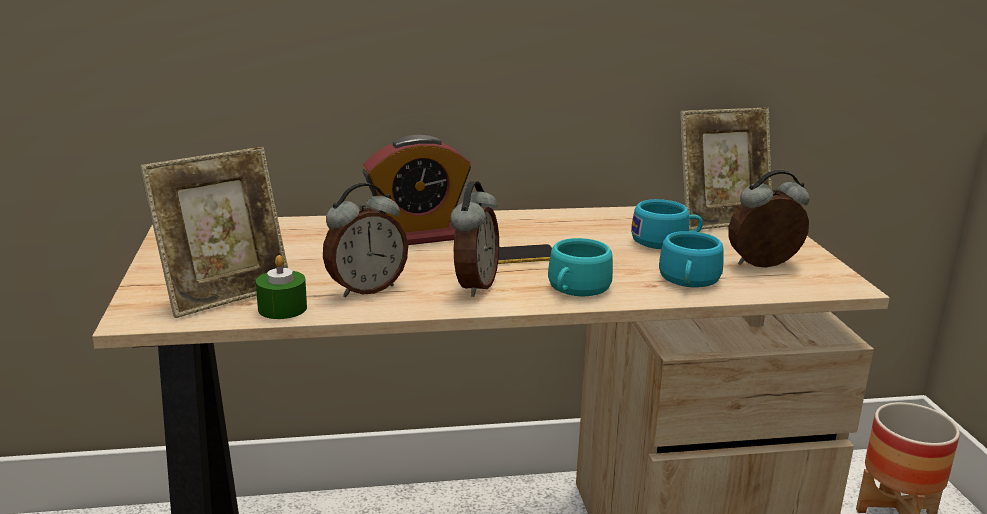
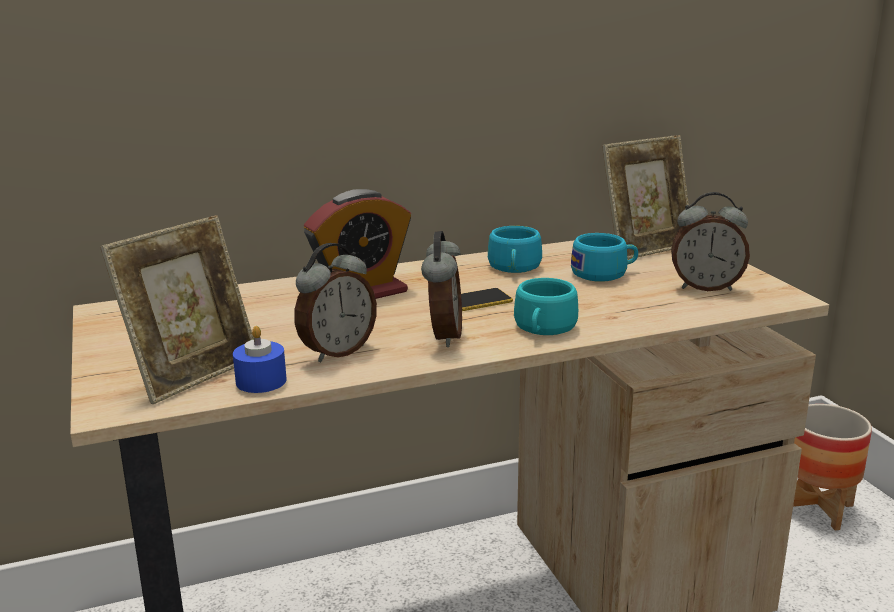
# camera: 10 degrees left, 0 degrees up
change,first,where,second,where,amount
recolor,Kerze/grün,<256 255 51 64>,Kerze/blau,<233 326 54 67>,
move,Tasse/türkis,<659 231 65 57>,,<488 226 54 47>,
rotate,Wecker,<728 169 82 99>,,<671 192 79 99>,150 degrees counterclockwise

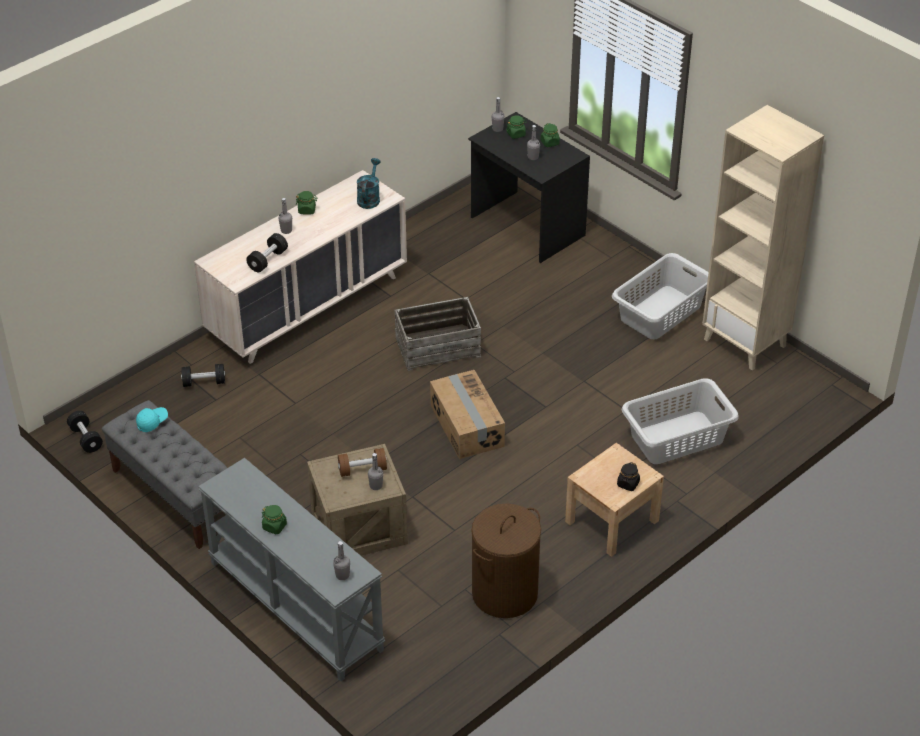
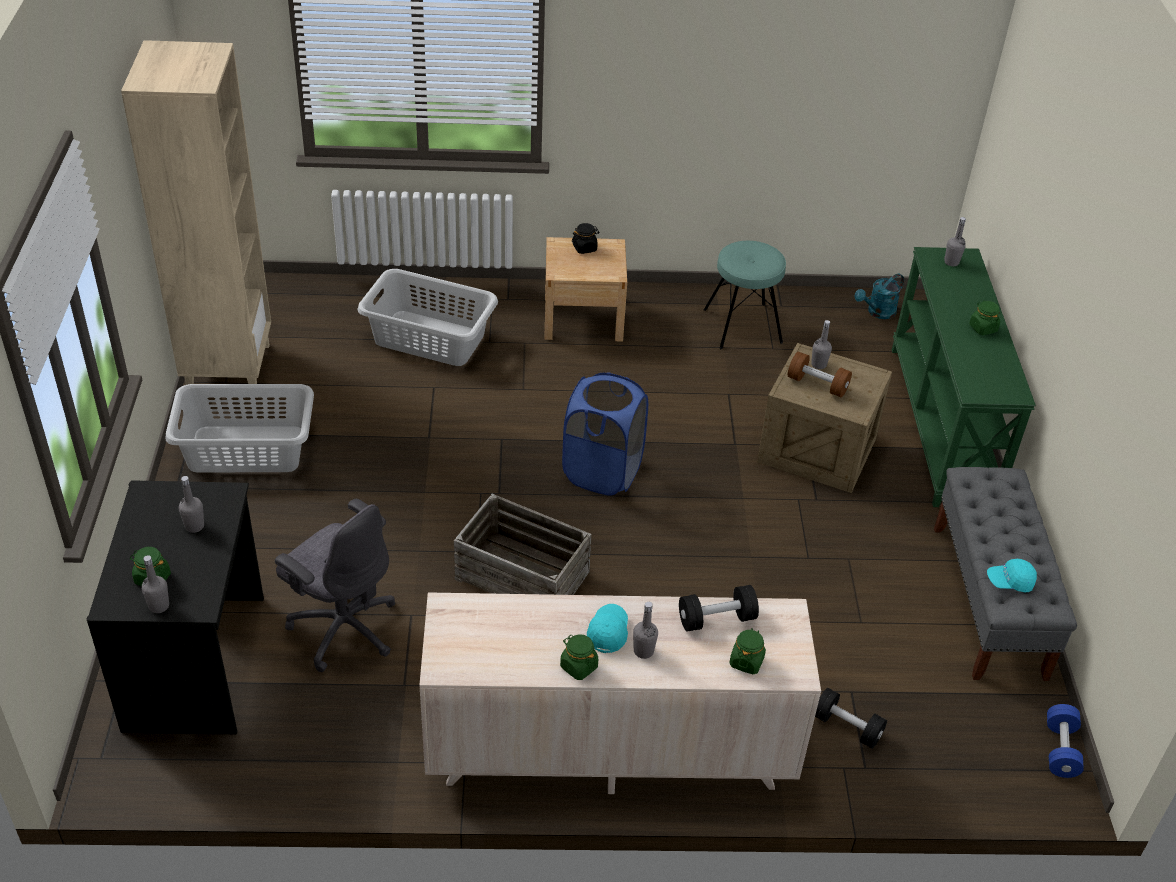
# camera: 140 degrees left, 0 degrees up
change,first,where,second,where,amount
recolor,Hantel/schwarz,<67 411 36 42>,Hantel/blau,<1047 704 37 74>,
recolor,Konsolentisch/grau,<198 458 187 223>,Konsolentisch/grün,<892 247 144 260>,
move,Gießkanne/türkis,<357 158 24 51>,,<855 274 49 45>,
replace,Karton,<430 370 75 89>,Wäschekorb/blau,<562 372 86 124>,
replace,Wäschekorb/braun,<471 504 70 114>,Hocker/türkis,<703 241 83 108>,
move,Vorratsglas/grün,<541 123 19 24>,,<729 628 37 46>,
insert,,,Bürostuhl/grau,<275 499 120 173>,
insert,,,Kappe/türkis,<587 604 41 49>,

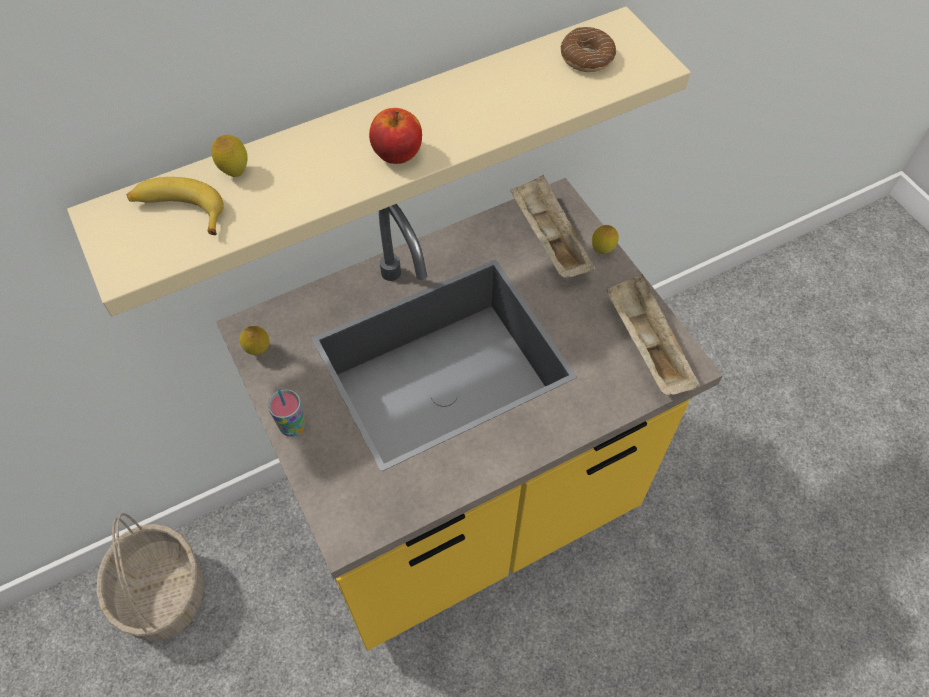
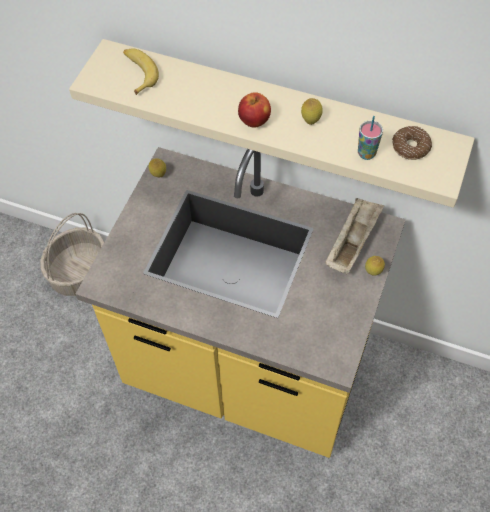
# camera: 50 degrees right, 0 degrees up
change,first,where,second,where,amount
move,Zitrone,<211 135 37 42>,,<301 98 22 27>,
move,Tasse,<268 389 37 48>,,<358 116 25 44>,
delete,Tablett/beige,<606 274 94 121>,,,

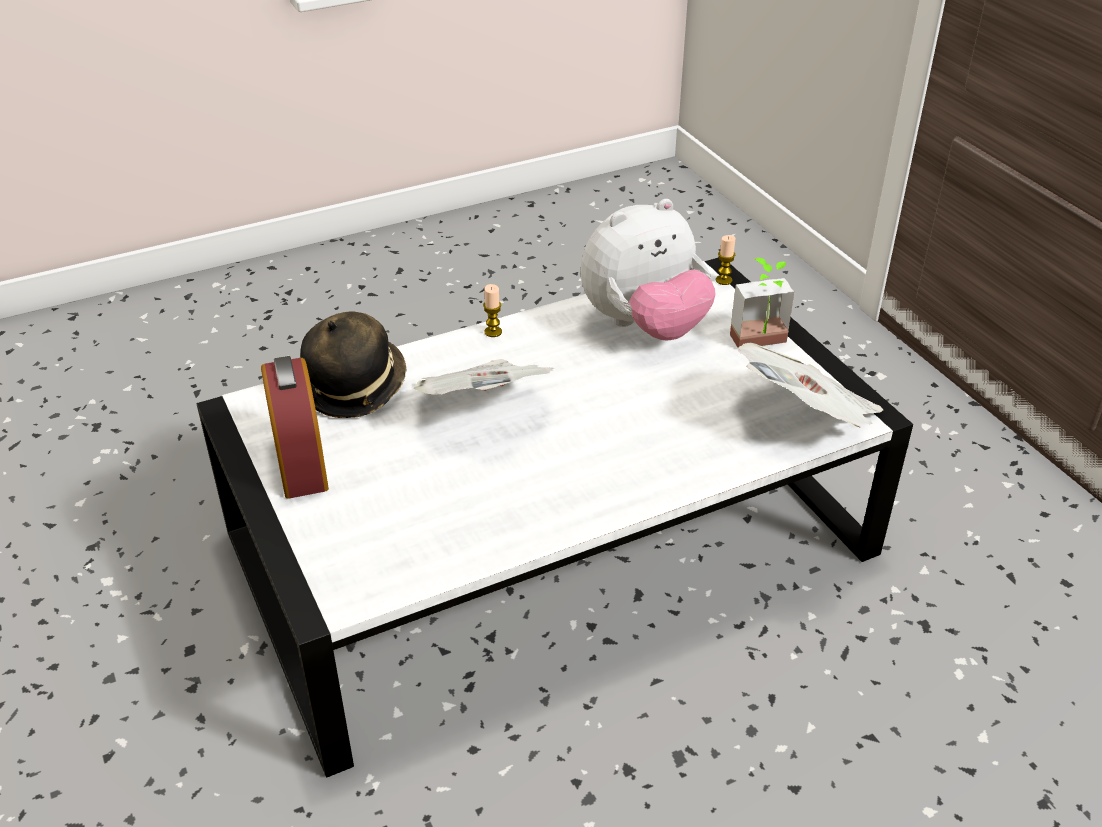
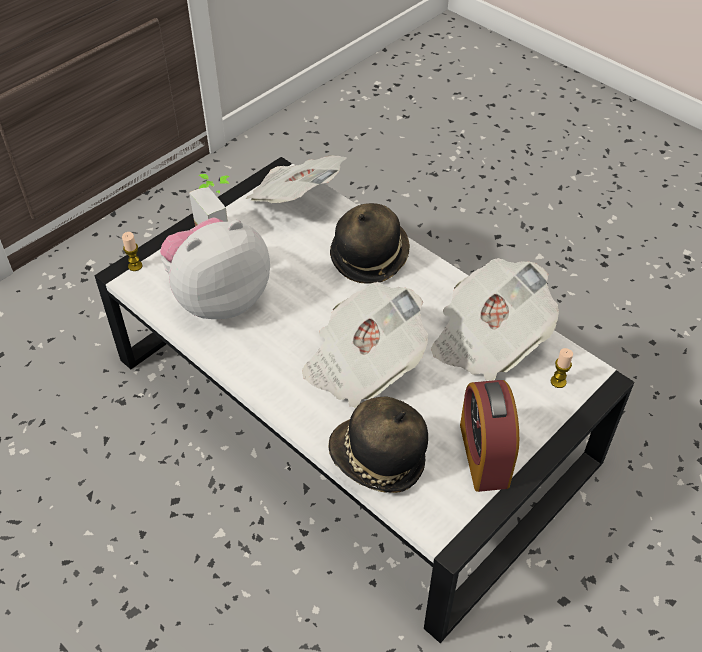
# camera: 110 degrees left, 10 degrees up
change,first,where,second,where,amount
rotate,Wecker,<261 356 68 142>,,<460 380 59 112>,60 degrees counterclockwise
move,Kerze,<483 284 19 53>,,<551 348 22 40>,
rotate,Plüschtier,<581 199 134 142>,,<160 217 110 102>,75 degrees counterclockwise
insert,,,Hut,<330 203 80 81>,
insert,,,Zeitung,<431 258 128 123>,

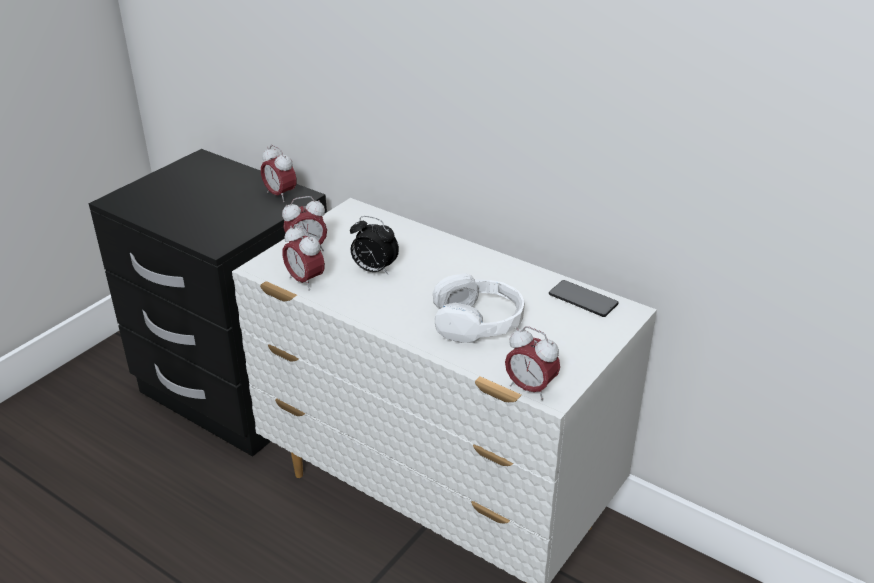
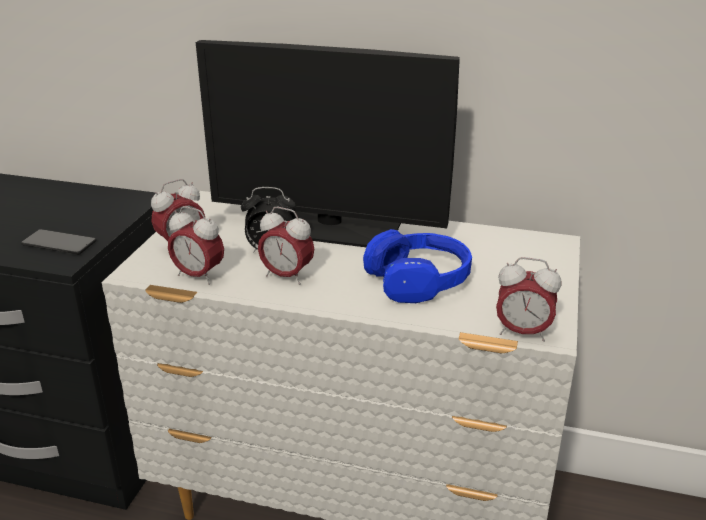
# camera: 20 degrees left, 5 degrees down
change,first,where,second,where,amount
move,Wecker,<261 145 36 57>,,<258 207 56 78>,
recolor,Kopfhörer/weiß,<433 273 92 70>,Kopfhörer/blau,<363 229 109 74>,
move,Handy,<549 280 70 37>,,<21 229 75 26>,
insert,,,Monitor,<196 40 264 207>,

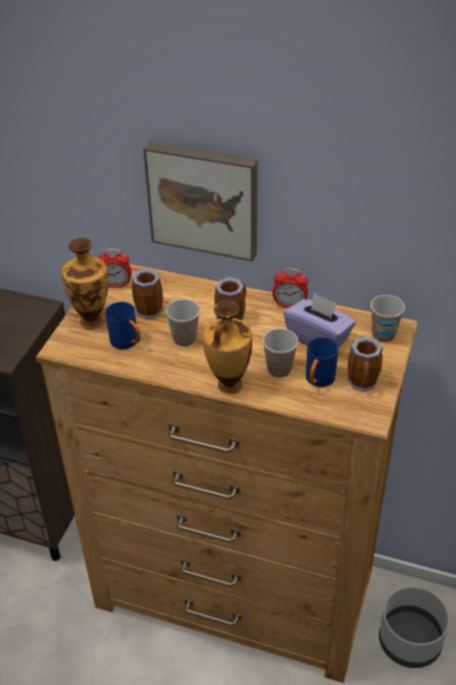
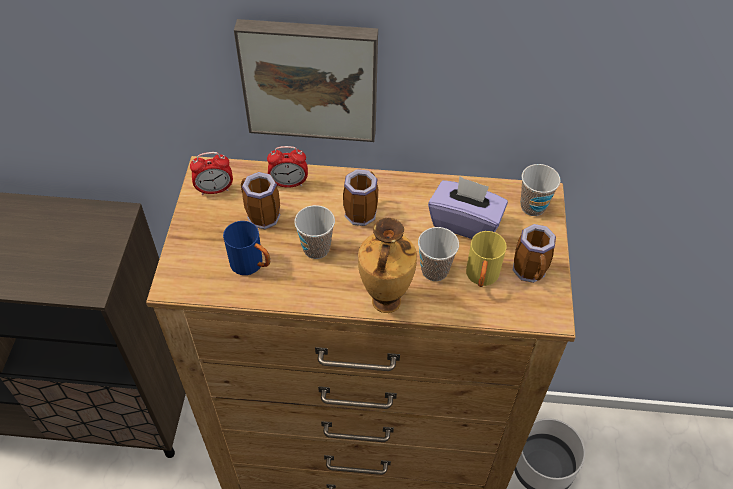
# camera: 15 degrees left, 10 degrees up
change,first,where,second,where,amount
delete,Vase,<62 238 46 92>,,,
move,Wecker,<273 268 35 40>,,<267 146 41 42>,
recolor,Henkelbecher/blau,<306 337 32 50>,Henkelbecher/gelb,<466 231 41 56>,

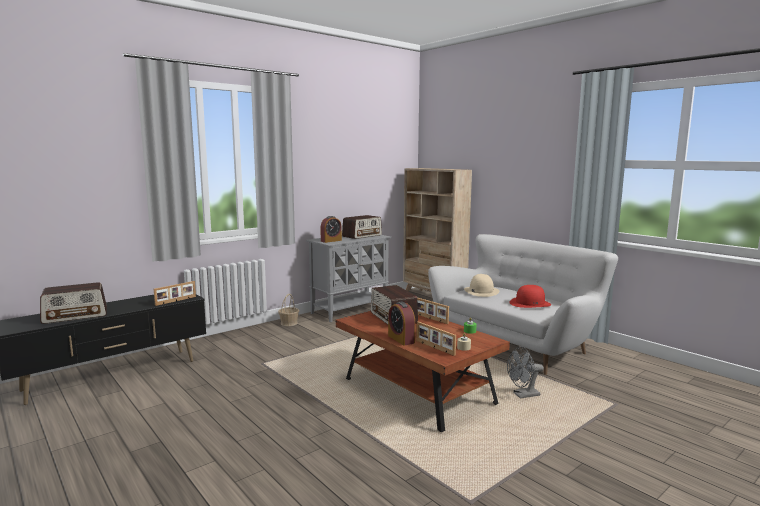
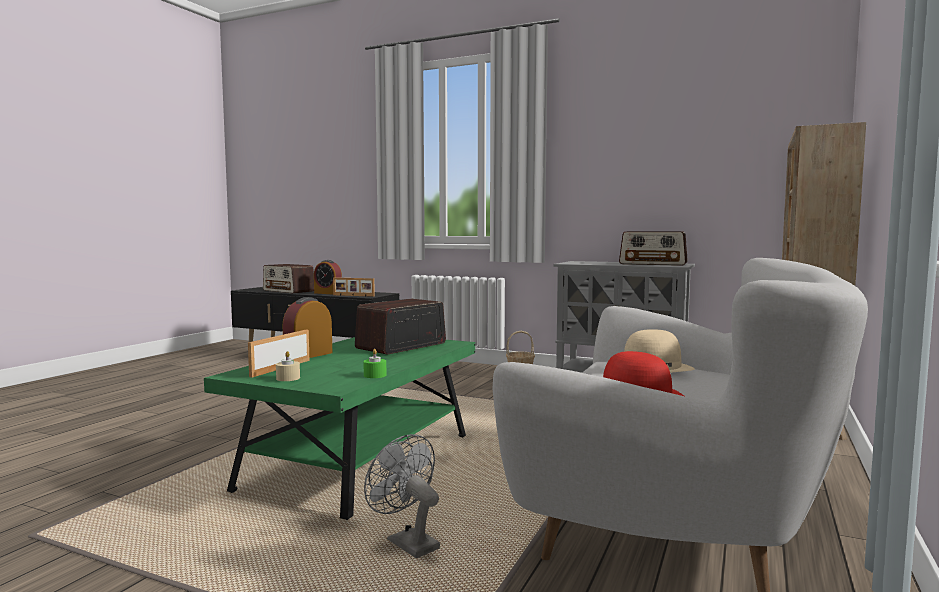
# camera: 65 degrees right, 5 degrees down
change,first,where,second,where,amount
move,Wecker,<320 216 22 27>,,<314 260 28 34>,
recolor,Couchtisch/braun,<336 311 174 122>,Couchtisch/grün,<204 337 271 183>,
delete,Bilderrahmen,<417 297 32 27>,,,

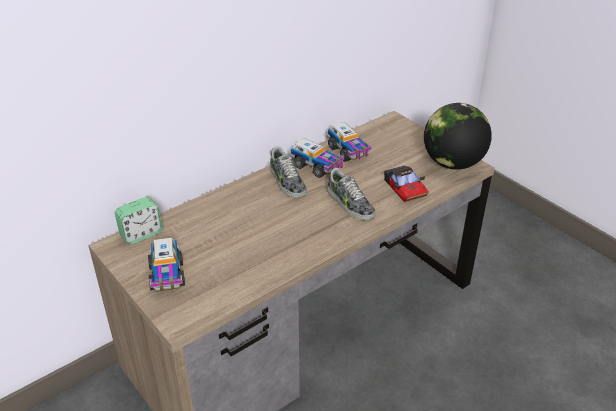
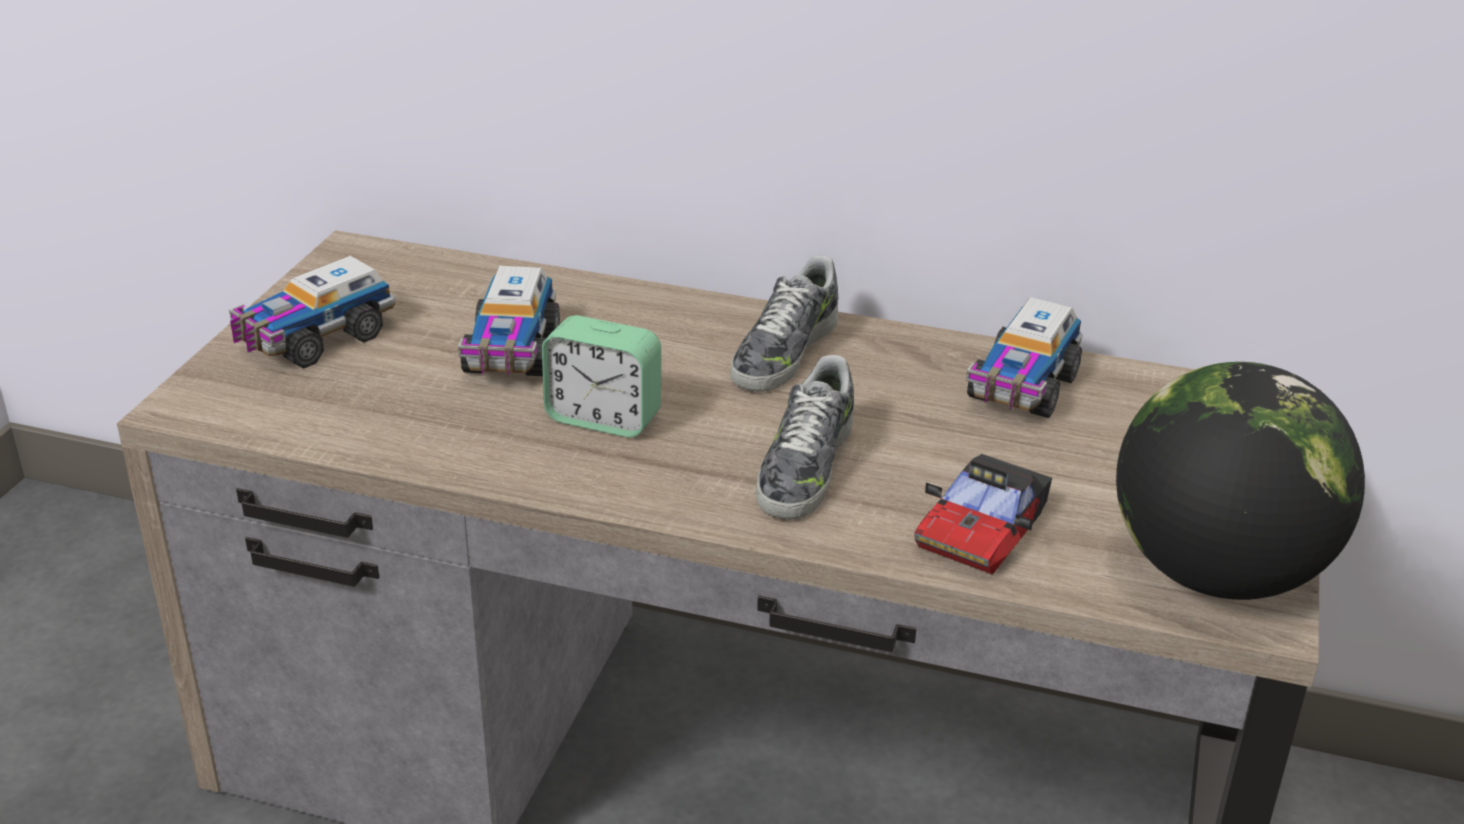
# camera: 55 degrees right, 5 degrees down
change,first,where,second,where,amount
move,Wecker,<115 197 48 48>,,<542 315 119 123>,
move,Spielzeuglaster,<289 138 55 40>,,<458 266 102 110>,

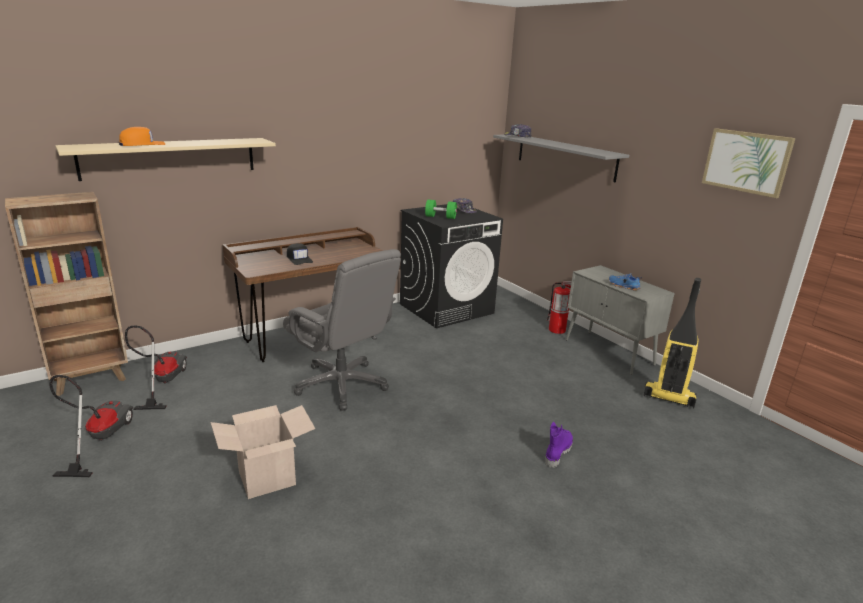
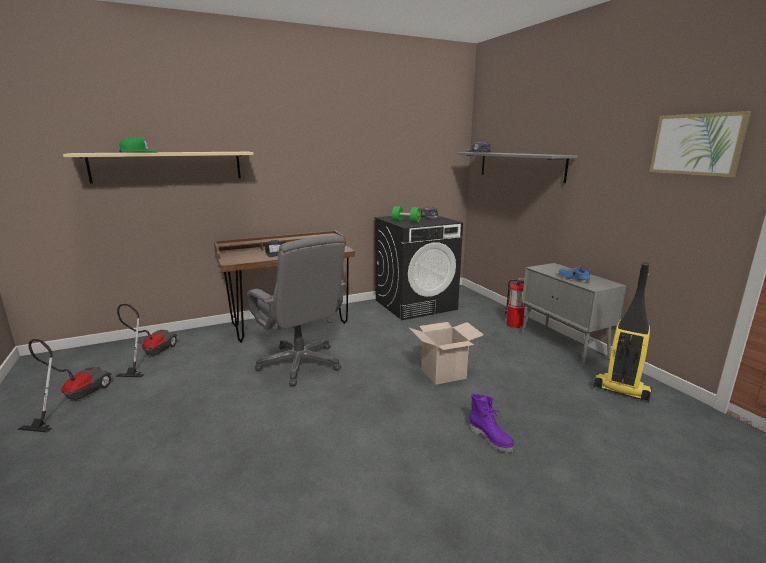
# camera: 10 degrees right, 5 degrees down
change,first,where,second,where,amount
delete,Bücherregal/braun,<5 192 123 204>,,,
recolor,Kappe/orange,<119 127 46 19>,Kappe/grün,<119 137 40 16>,
move,Karton,<211 405 104 94>,,<409 322 75 63>,
rotate,Stiefel/lila,<545 422 28 46>,,<469 394 46 59>,105 degrees clockwise

